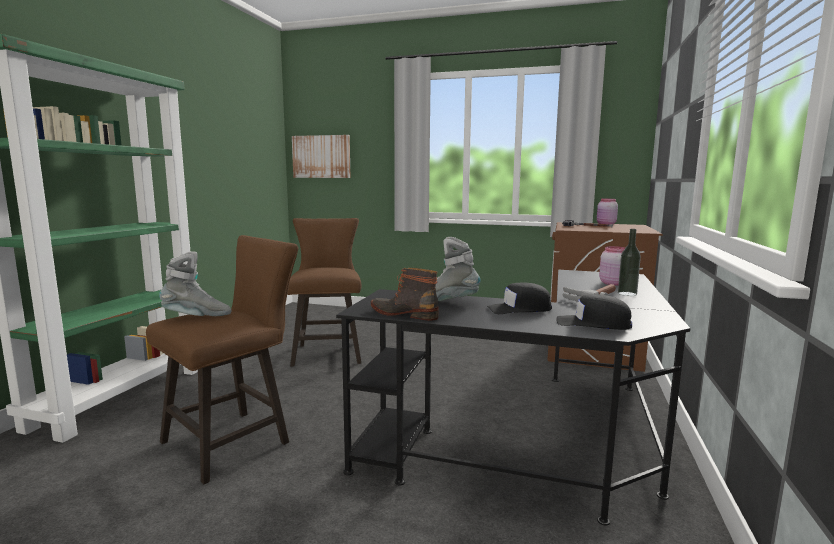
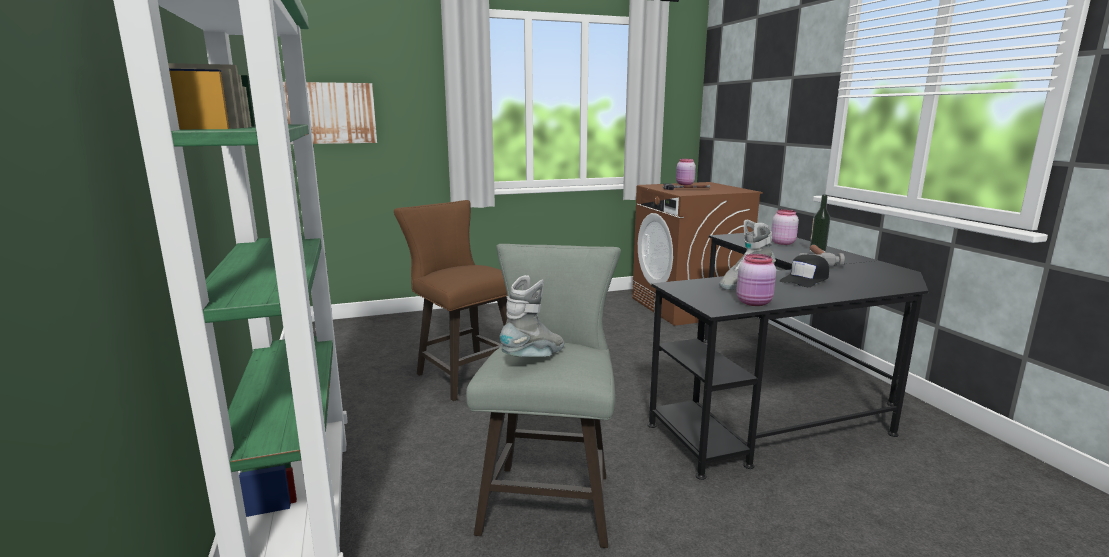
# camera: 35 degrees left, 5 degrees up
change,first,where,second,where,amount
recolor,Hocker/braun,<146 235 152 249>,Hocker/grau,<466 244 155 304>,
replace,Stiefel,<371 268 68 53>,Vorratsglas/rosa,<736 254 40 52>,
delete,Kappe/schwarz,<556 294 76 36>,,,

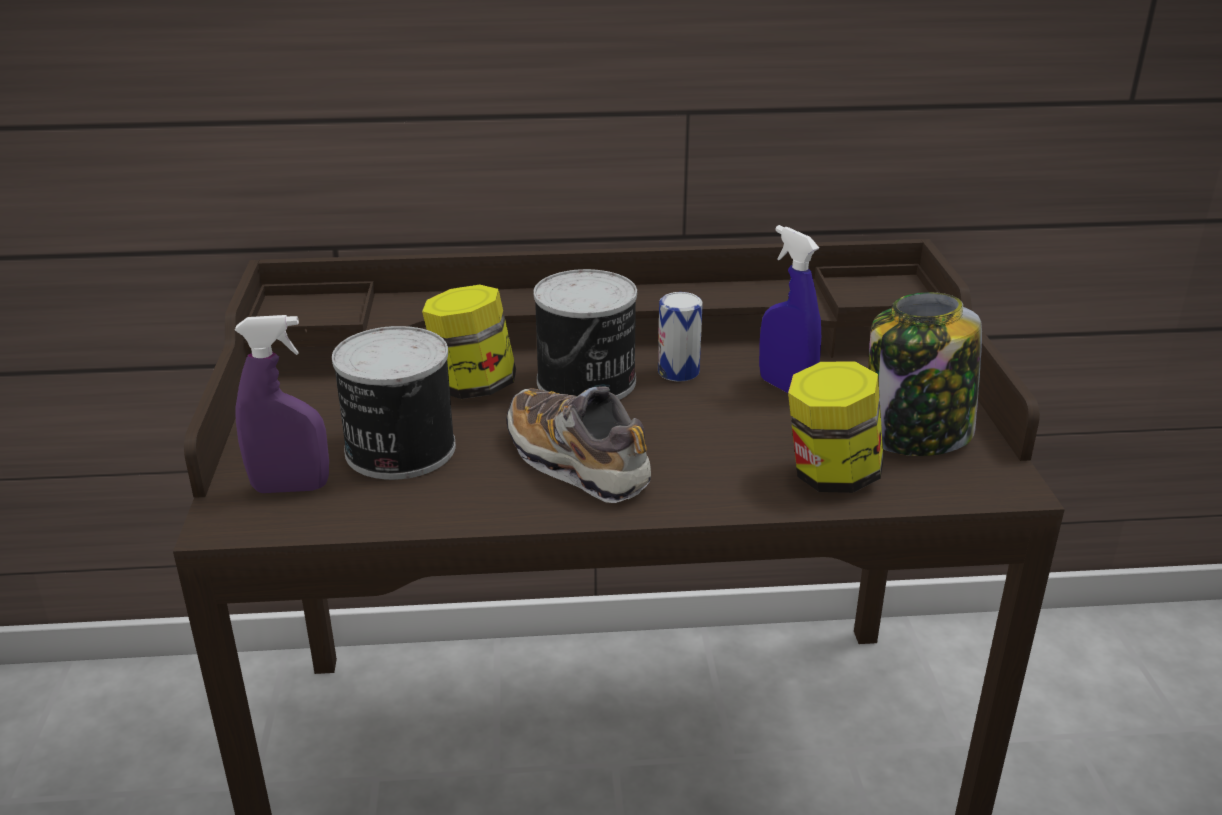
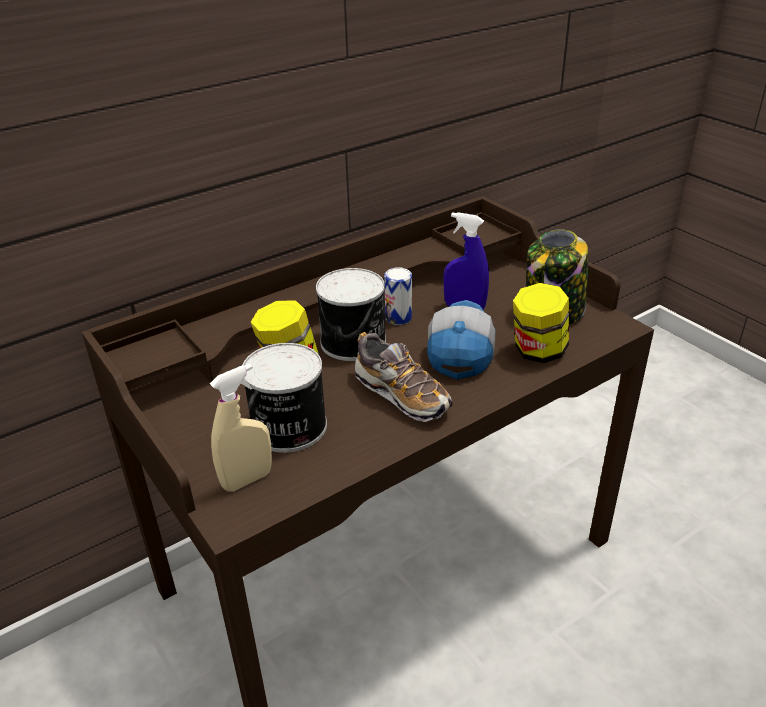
# camera: 30 degrees left, 5 degrees up
change,first,where,second,where,amount
recolor,Sprühflasche/lila,<235 315 94 178>,Sprühflasche/beige,<210 363 62 129>,
rotate,Schuh,<506 387 145 116>,,<355 332 98 90>,150 degrees counterclockwise
insert,,,Kappe,<427 300 68 79>,

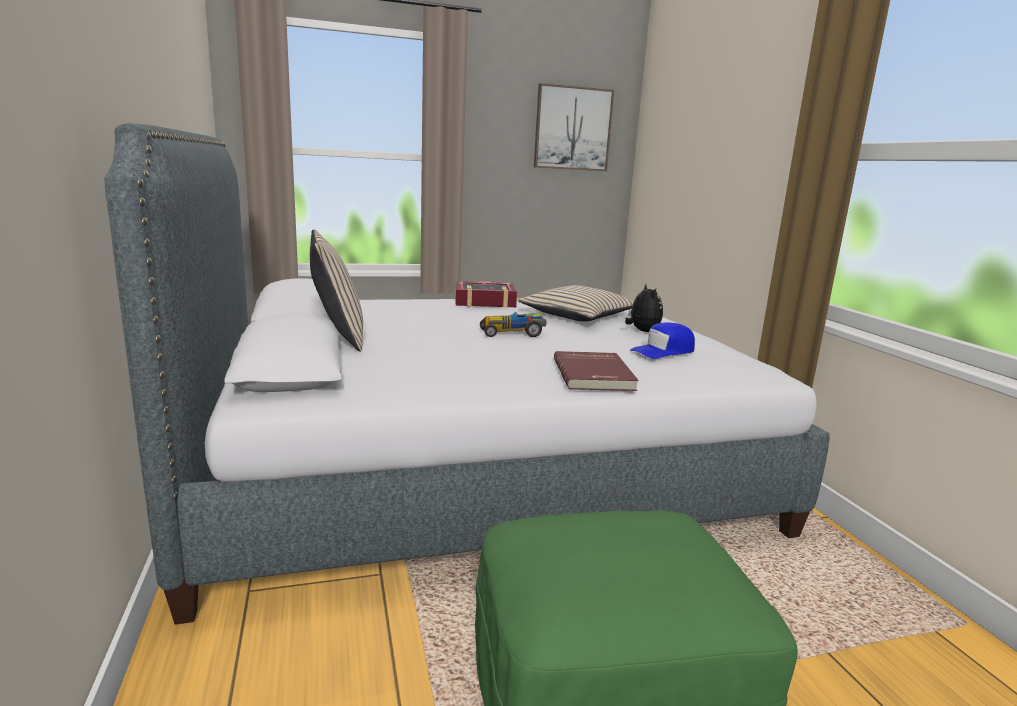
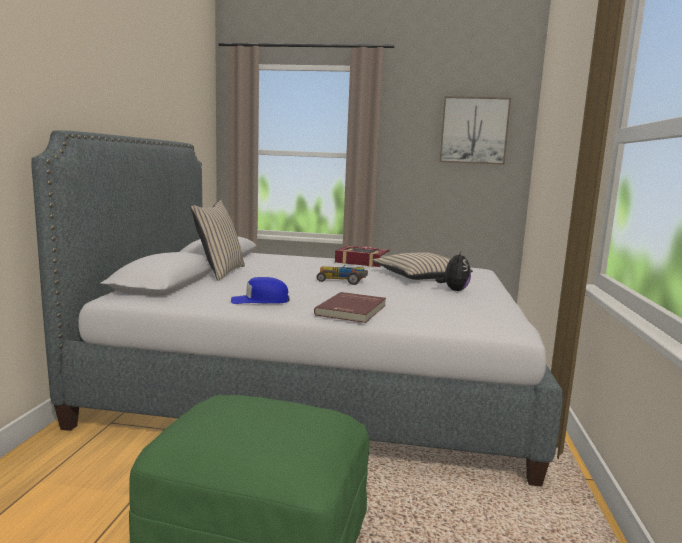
# camera: 25 degrees right, 5 degrees down
change,first,where,second,where,amount
move,Kappe/blau,<630 323 65 36>,,<231 277 58 27>,

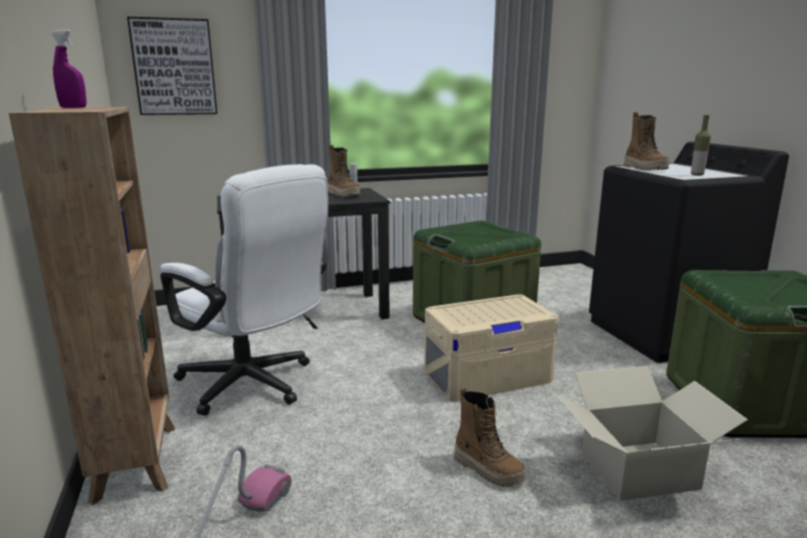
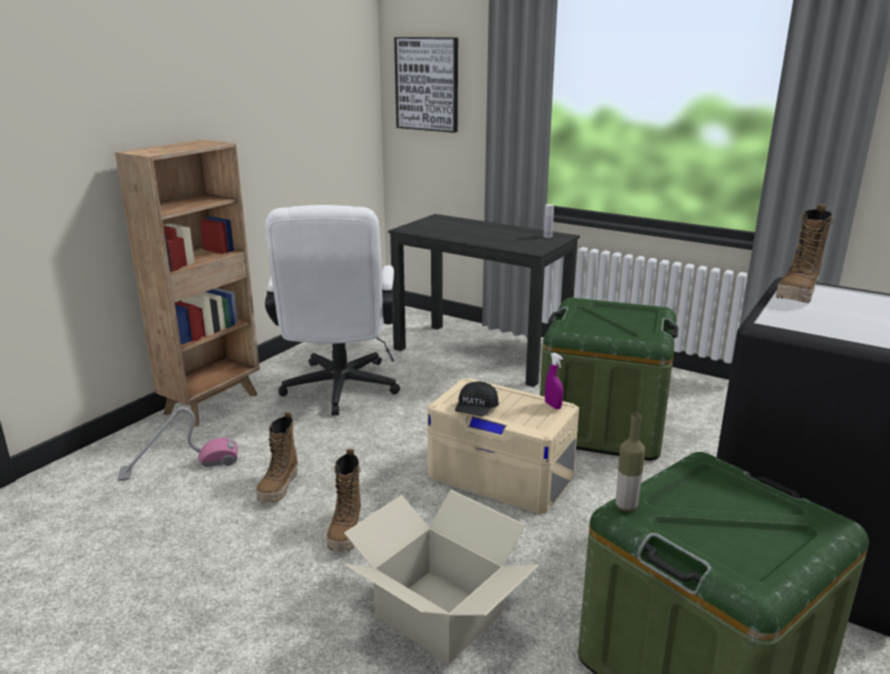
# camera: 50 degrees right, 5 degrees up
change,first,where,second,where,amount
move,Sprühflasche/lila,<51 29 36 79>,,<545 352 18 57>,
move,Stiefel,<328 145 32 52>,,<256 412 42 91>,
move,Flasche,<691 115 20 61>,,<615 413 30 99>,
insert,,,Kappe/schwarz,<455 381 44 35>,

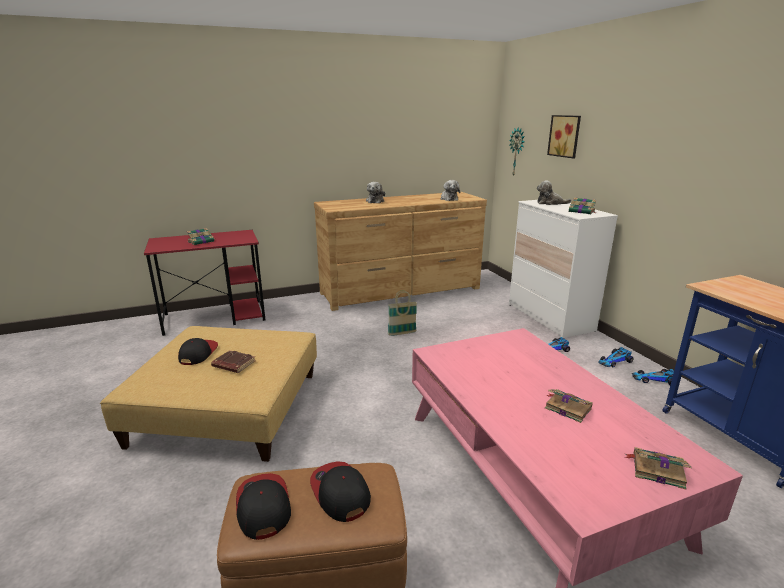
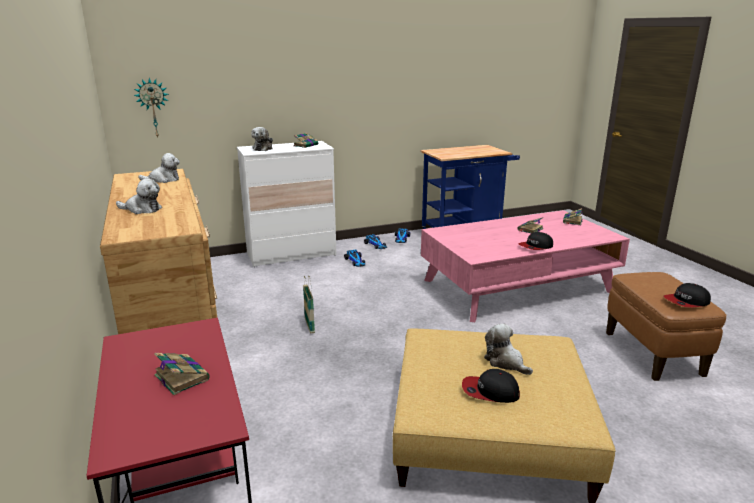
# camera: 90 degrees left, 0 degrees up
change,first,where,second,where,amount
replace,Buch/braun,<211 350 45 23>,Plüschtier,<484 324 49 51>,
move,Kappe,<310 461 61 61>,,<518 232 35 18>,
delete,Bild,<547 115 34 43>,,,

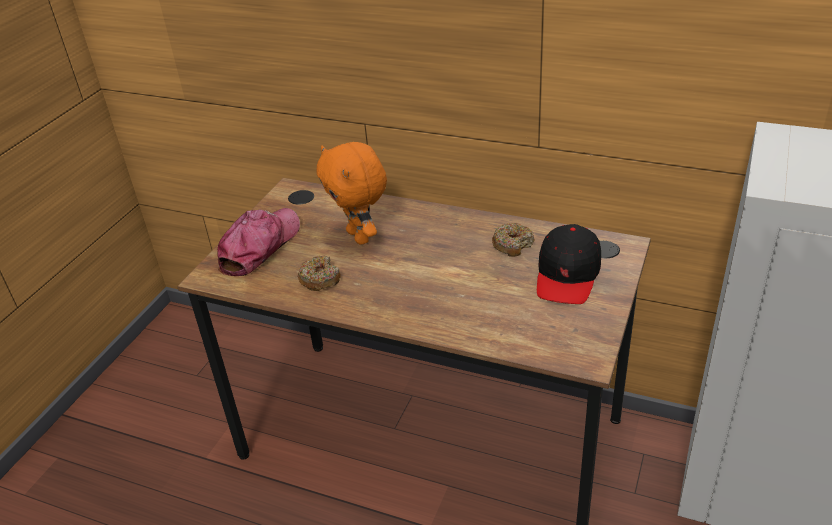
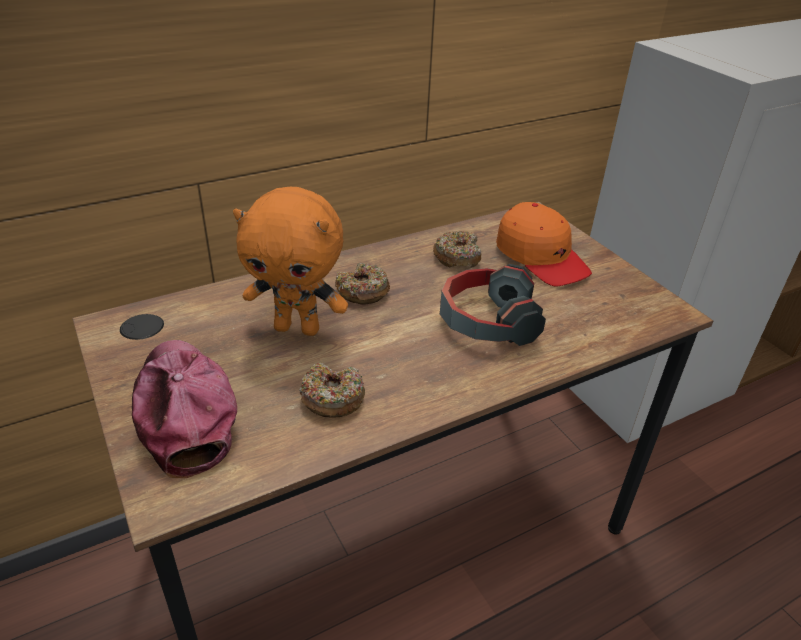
# camera: 55 degrees left, 0 degrees up
change,first,where,second,where,amount
recolor,Kappe/schwarz,<537 224 64 80>,Kappe/orange,<496 202 96 85>,
insert,,,Donut,<335 263 55 42>,
insert,,,Kopfhörer,<440 264 106 82>,

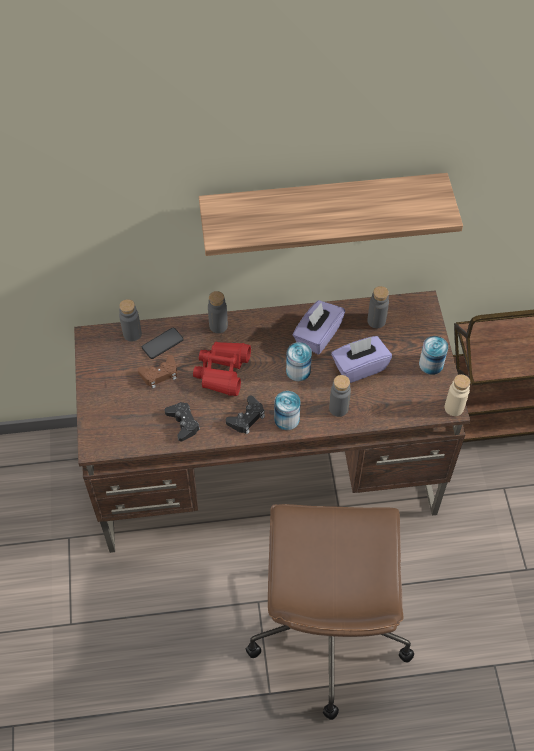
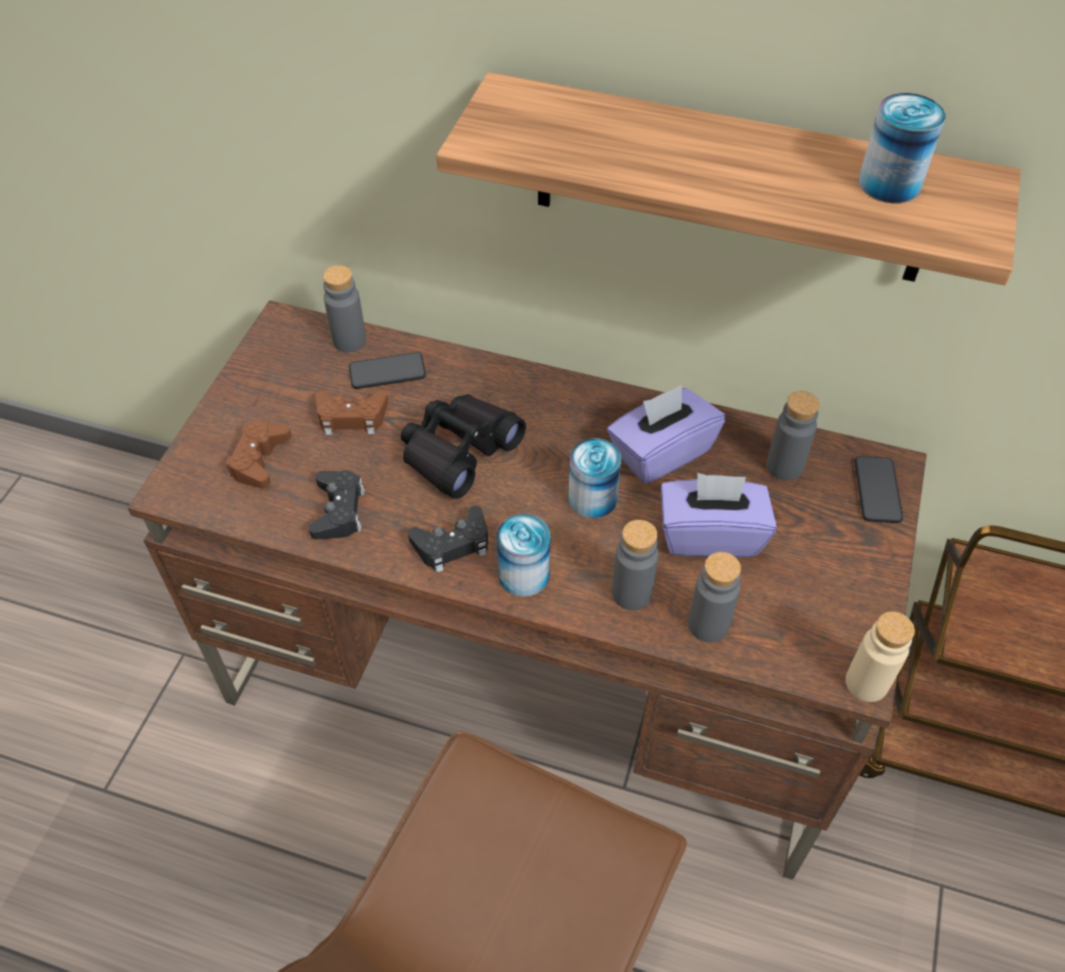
# camera: 25 degrees right, 5 degrees down
change,first,where,second,where,amount
recolor,Fernglas/rot,<193 342 58 54>,Fernglas/schwarz,<401 394 125 104>,
move,Flasche/grau,<208 291 20 42>,,<688 552 53 90>,
move,Dose,<419 336 29 39>,,<858 93 87 111>,
insert,,,Gamepad/braun,<226 420 65 68>,
insert,,,Handy,<855 456 48 67>,

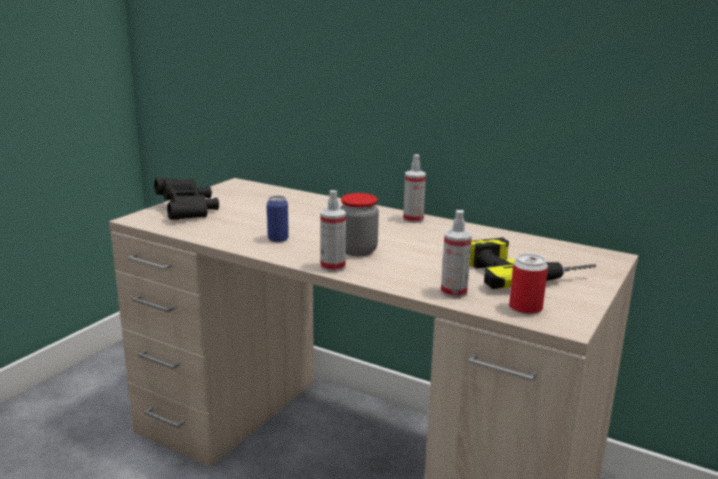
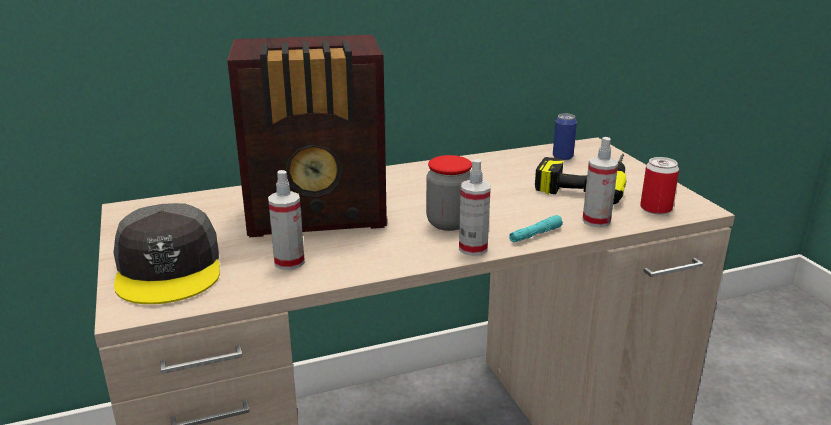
# camera: 50 degrees left, 5 degrees up
change,first,where,second,where,amount
replace,Fernglas/schwarz,<154 177 65 43>,Kappe/grau,<113 203 107 101>,
move,Dose,<267 196 22 46>,,<553 113 24 47>,
move,Sprühflasche,<403 154 23 69>,,<268 170 37 100>,
insert,,,Radio,<227 35 160 202>,
insert,,,Taschenlampe/türkis,<509 215 54 28>,

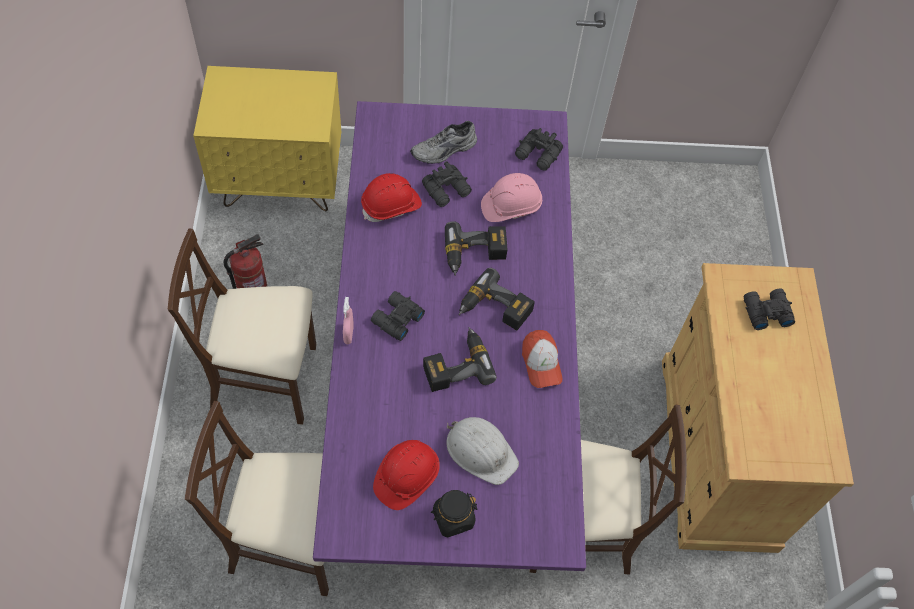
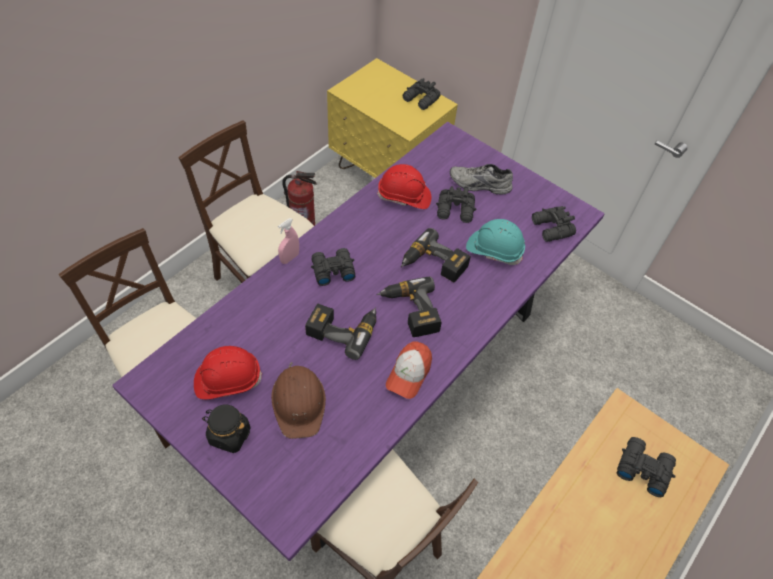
# camera: 40 degrees right, 5 degrees down
change,first,where,second,where,amount
recolor,Schutzhelm/weiß,<446 417 73 68>,Schutzhelm/braun,<271 362 55 77>,
recolor,Schutzhelm/rosa,<481 173 61 49>,Schutzhelm/türkis,<466 219 59 46>,
insert,,,Fernglas/schwarz,<403 78 37 32>,

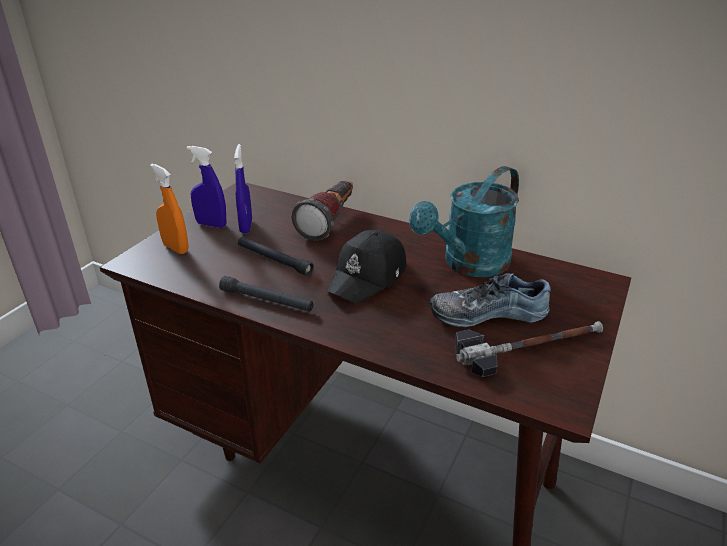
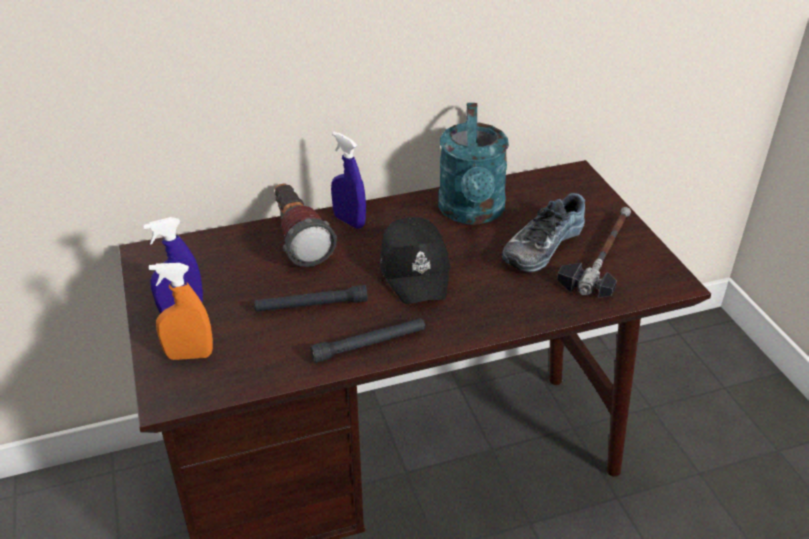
# camera: 45 degrees left, 5 degrees up
change,first,where,second,where,amount
move,Sprühflasche/blau,<234 144 18 89>,,<331 132 35 97>,

